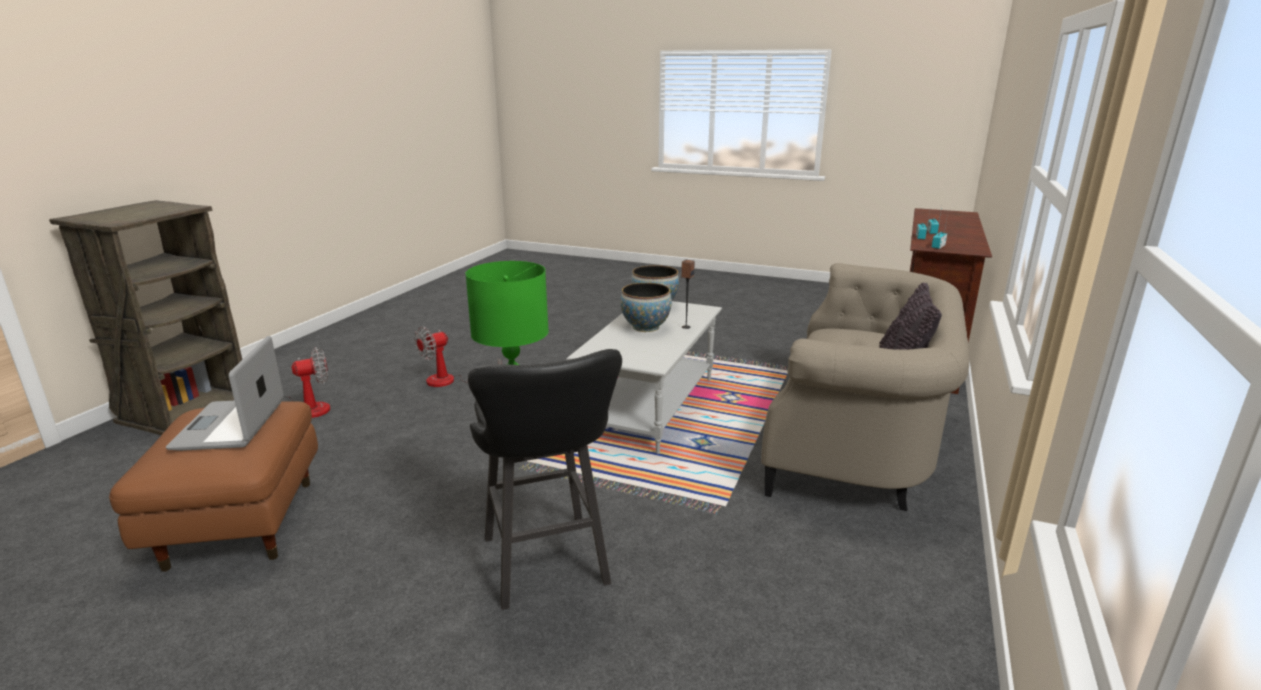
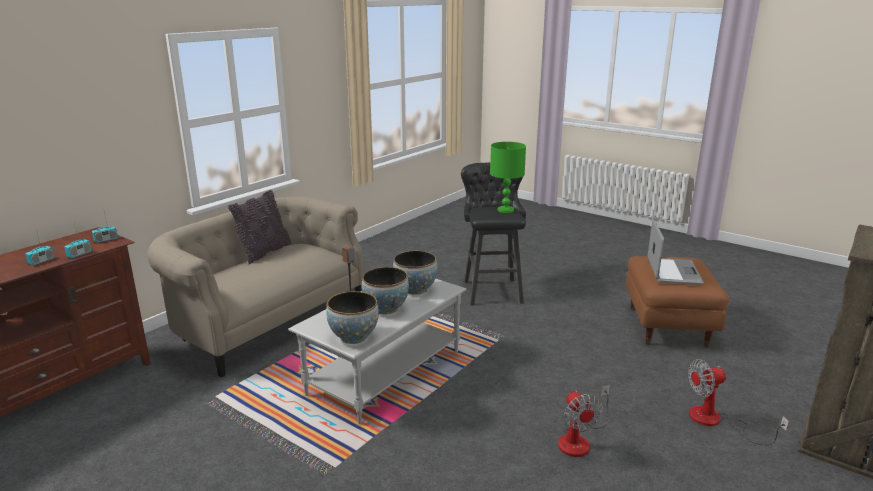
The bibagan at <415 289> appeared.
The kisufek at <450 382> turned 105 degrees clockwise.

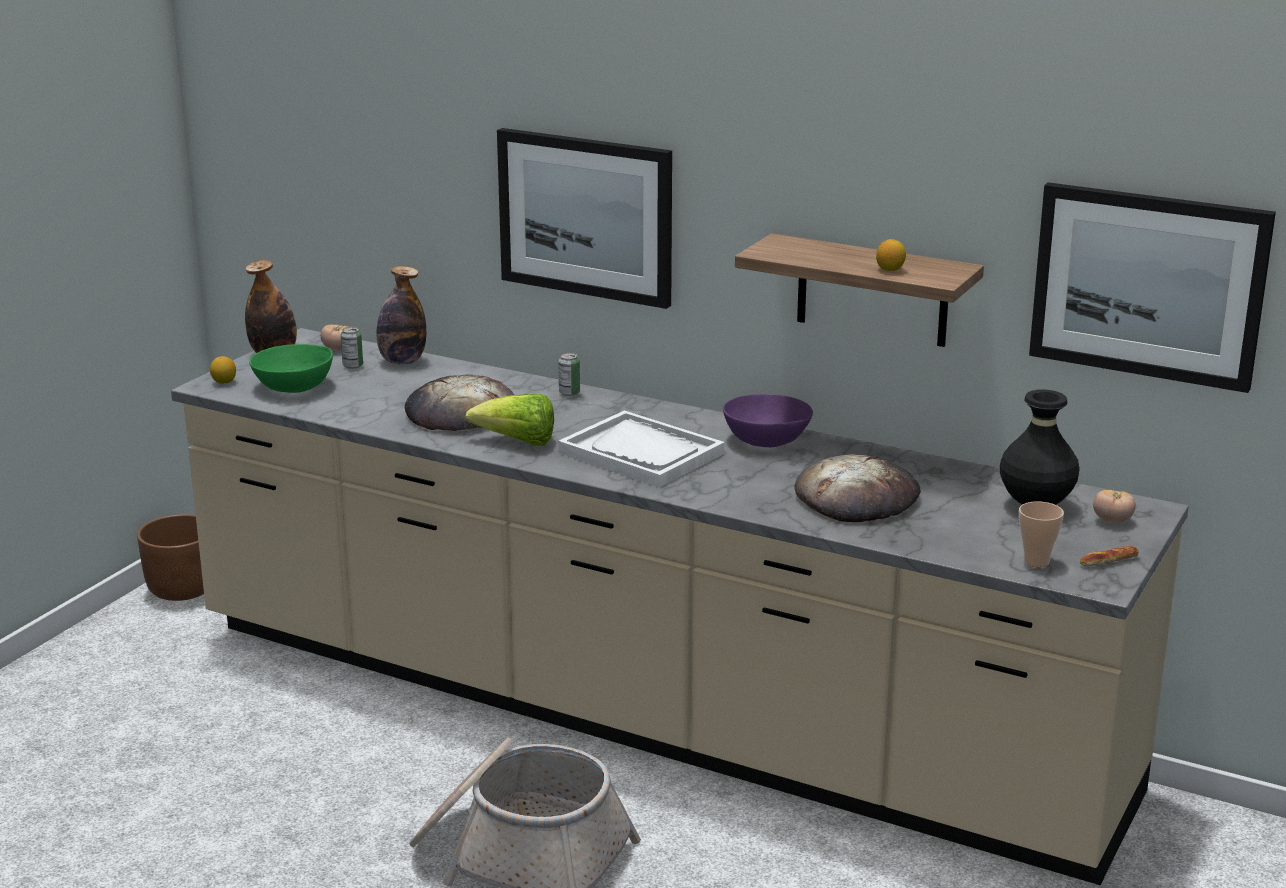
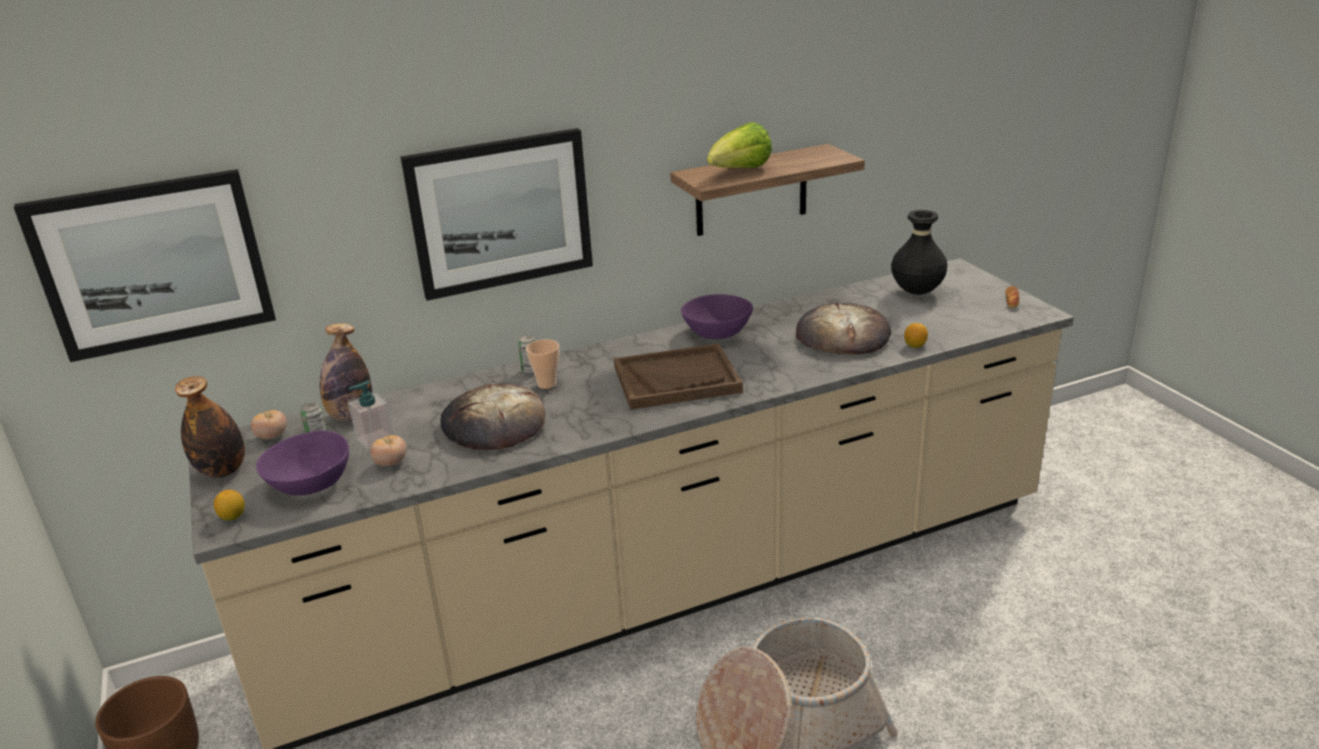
The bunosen moved from <1148 285> to <154 264>.
The green bibagan at <293 387> became the purple bibagan at <310 483>.
The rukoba at <375 439> appeared.
The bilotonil moved from <1112 521> to <391 463>.
The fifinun moved from <1036 561> to <547 384>.
The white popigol at <641 453> became the brown popigol at <677 379>.
The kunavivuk moved from <518 442> to <740 171>.
The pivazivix moved from <890 269> to <915 345>.

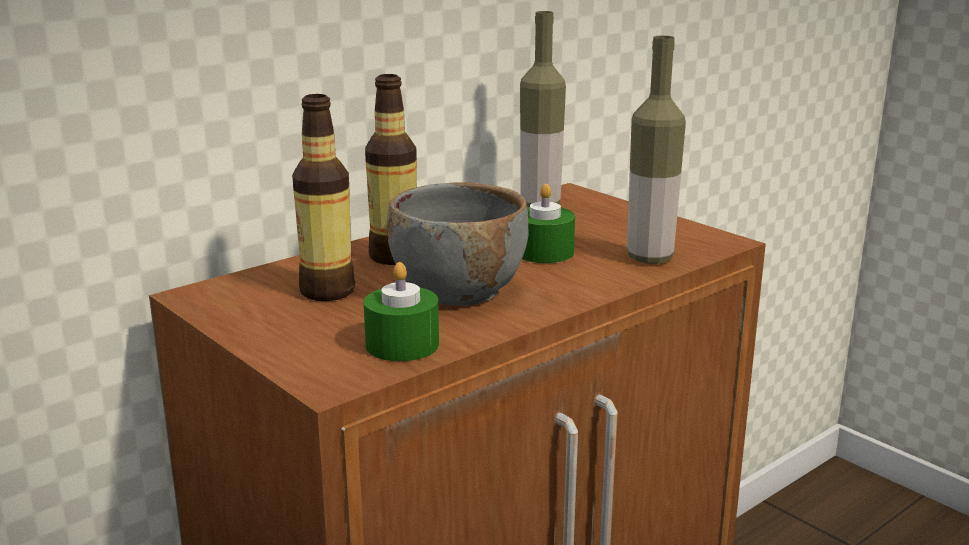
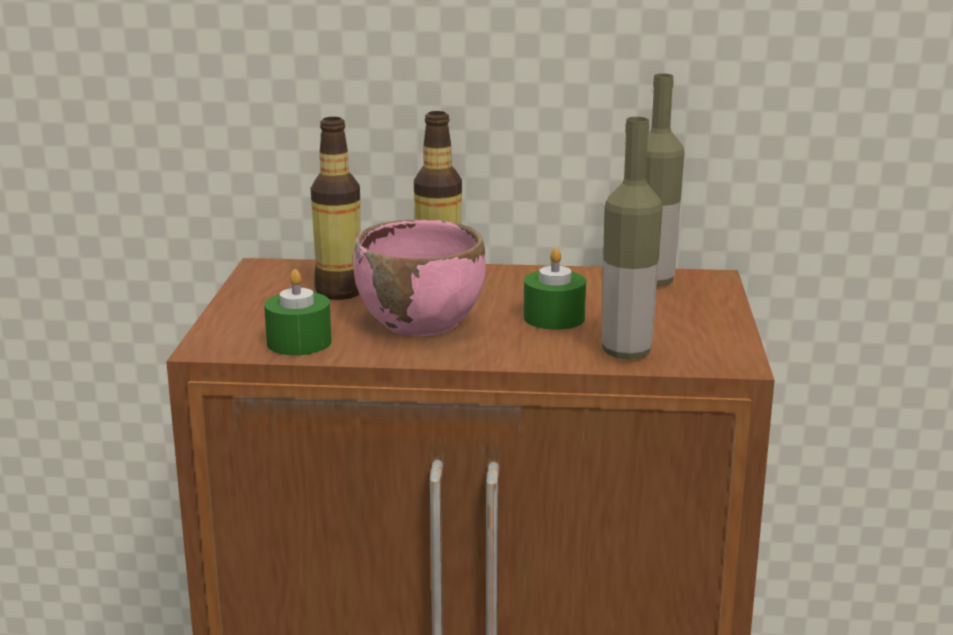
The grey bibagan at <459 290> became the pink bibagan at <421 322>.

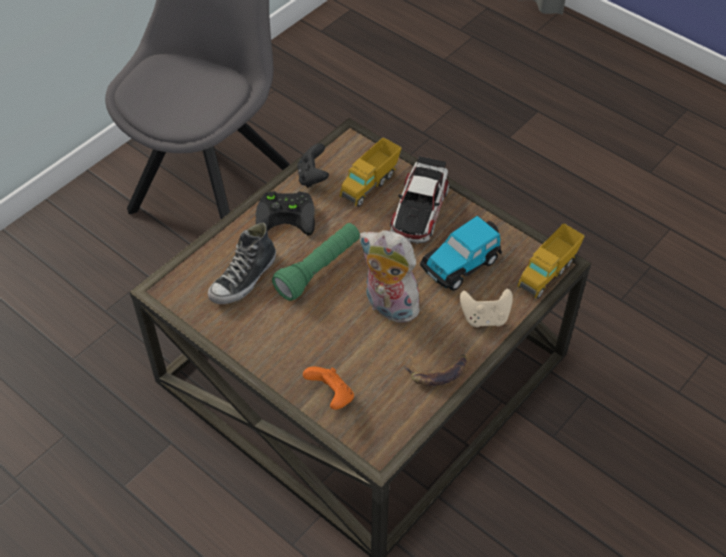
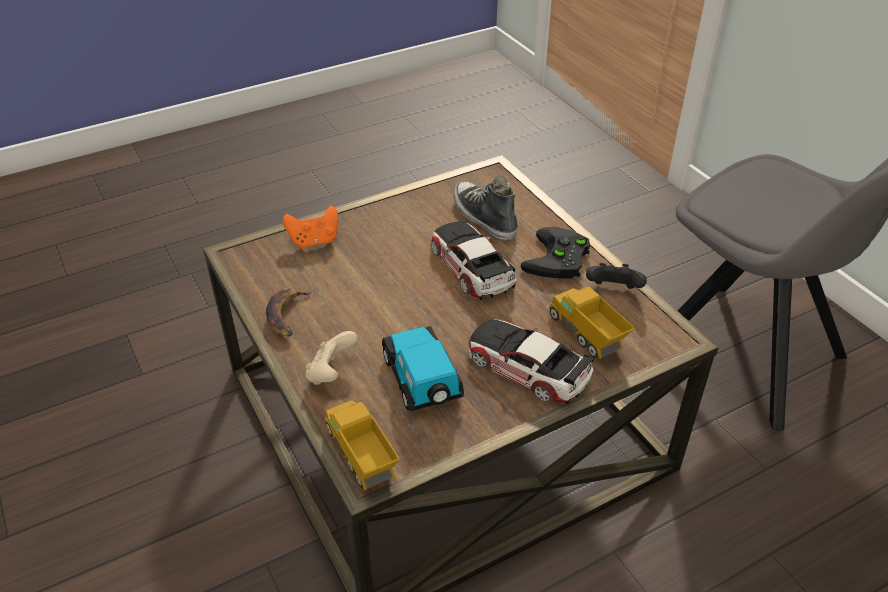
The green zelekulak at <319 269> was replaced by the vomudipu at <471 266>.
The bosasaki at <388 306> disappeared.

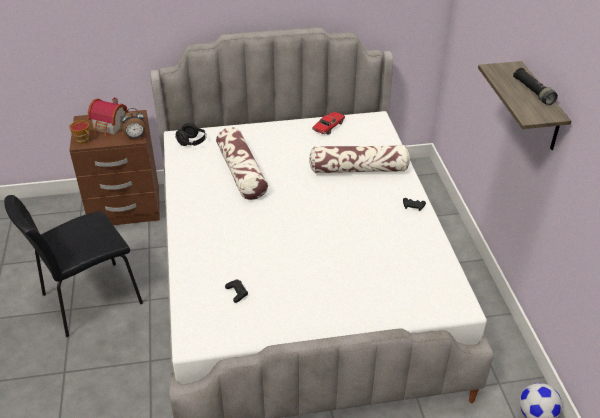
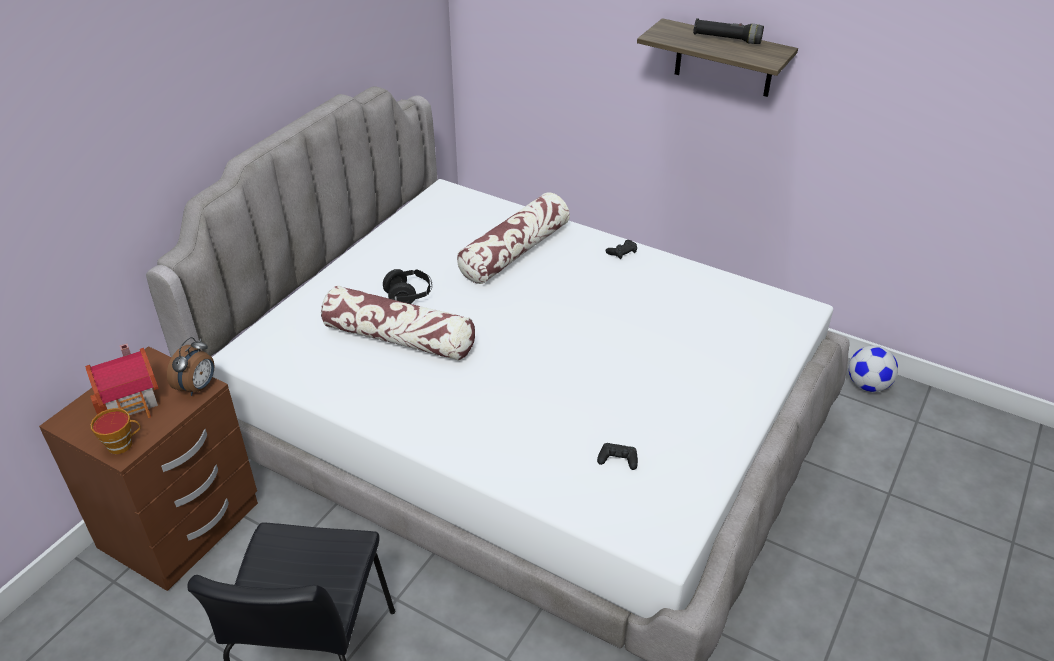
The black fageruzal moved from <192 142> to <409 296>.
The vomudipu at <329 126> disappeared.

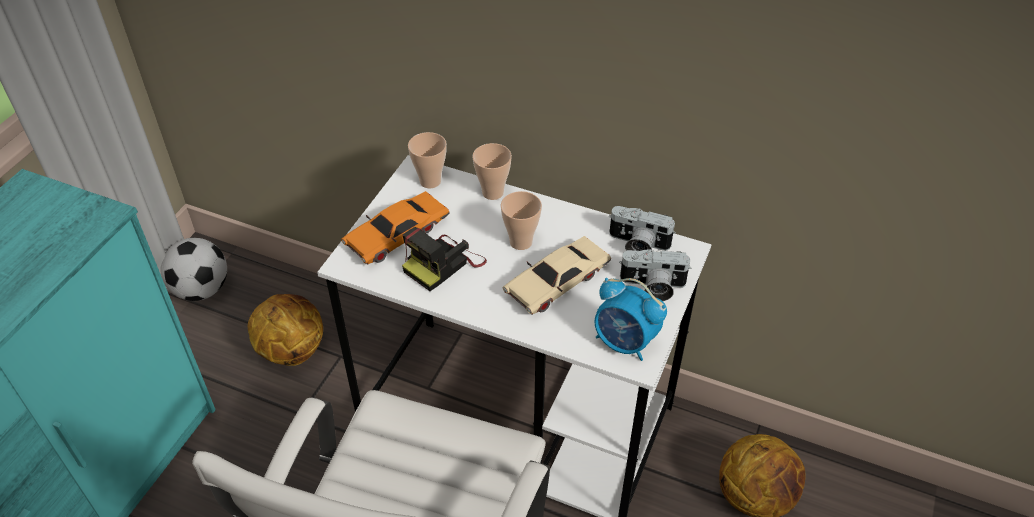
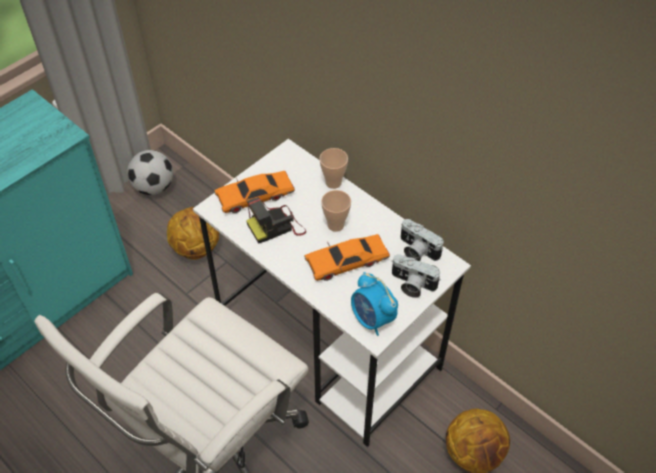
The beige vomudipu at <557 282> became the orange vomudipu at <347 262>.
The fifinun at <430 181> disappeared.

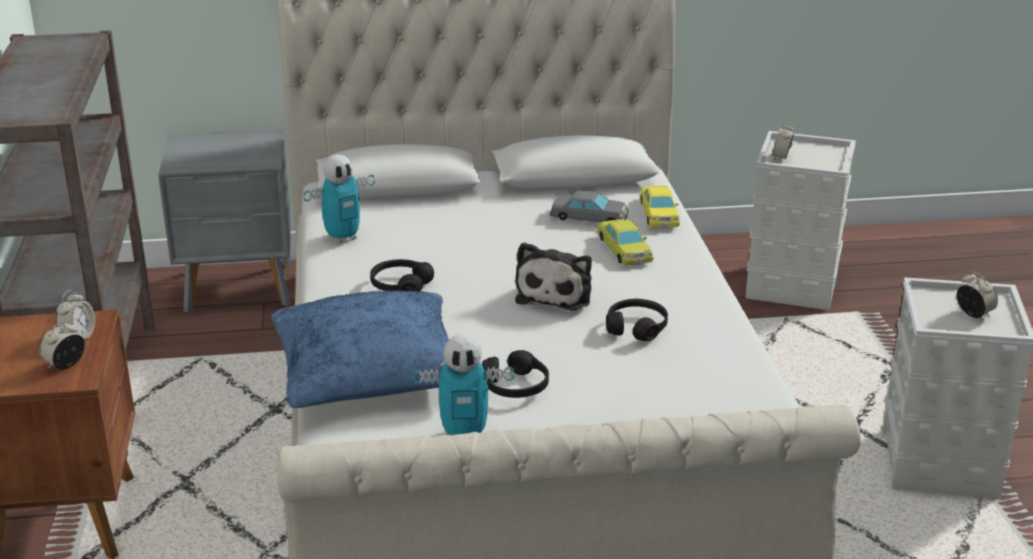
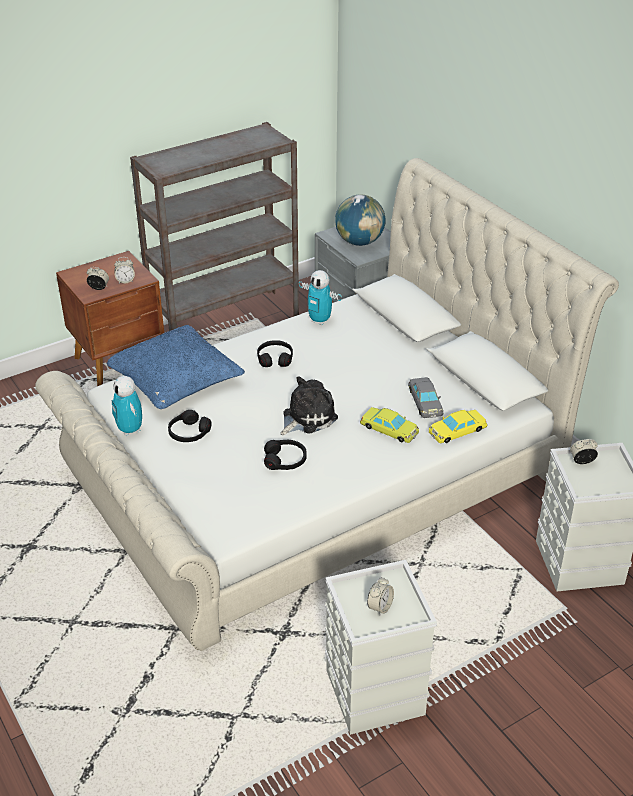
The bosasaki at <556 293> turned 150 degrees clockwise.
The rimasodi at <359 242> appeared.
The yellow vomudipu at <624 249> turned 105 degrees counterclockwise.

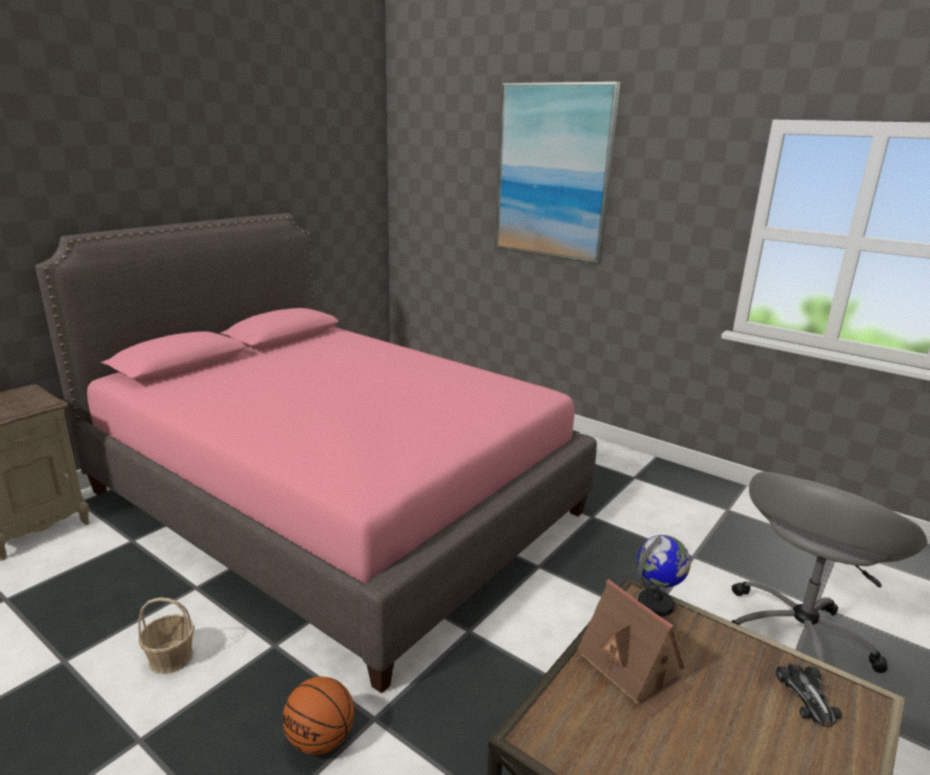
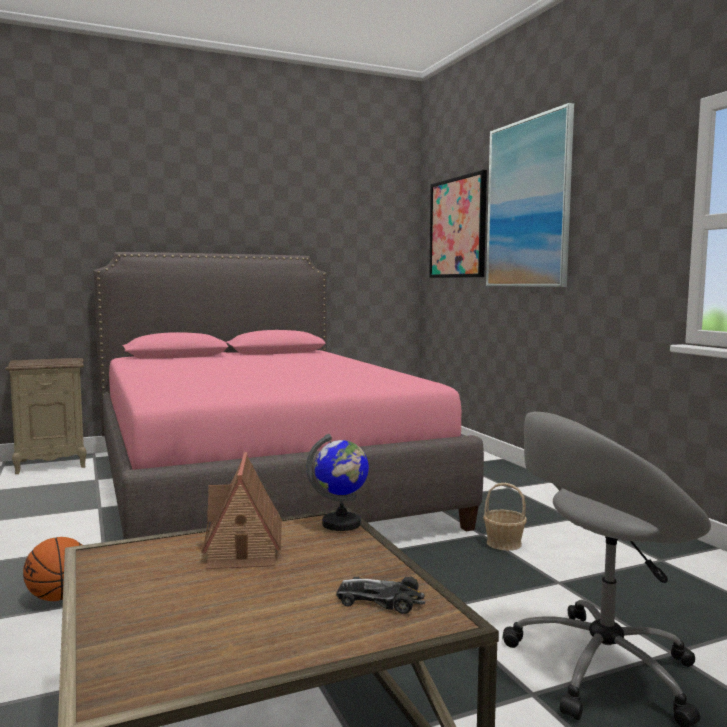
The vomudipu at <806 696> turned 75 degrees clockwise.
The bunosen at <457 228> appeared.
The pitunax moved from <171 658> to <503 543>.

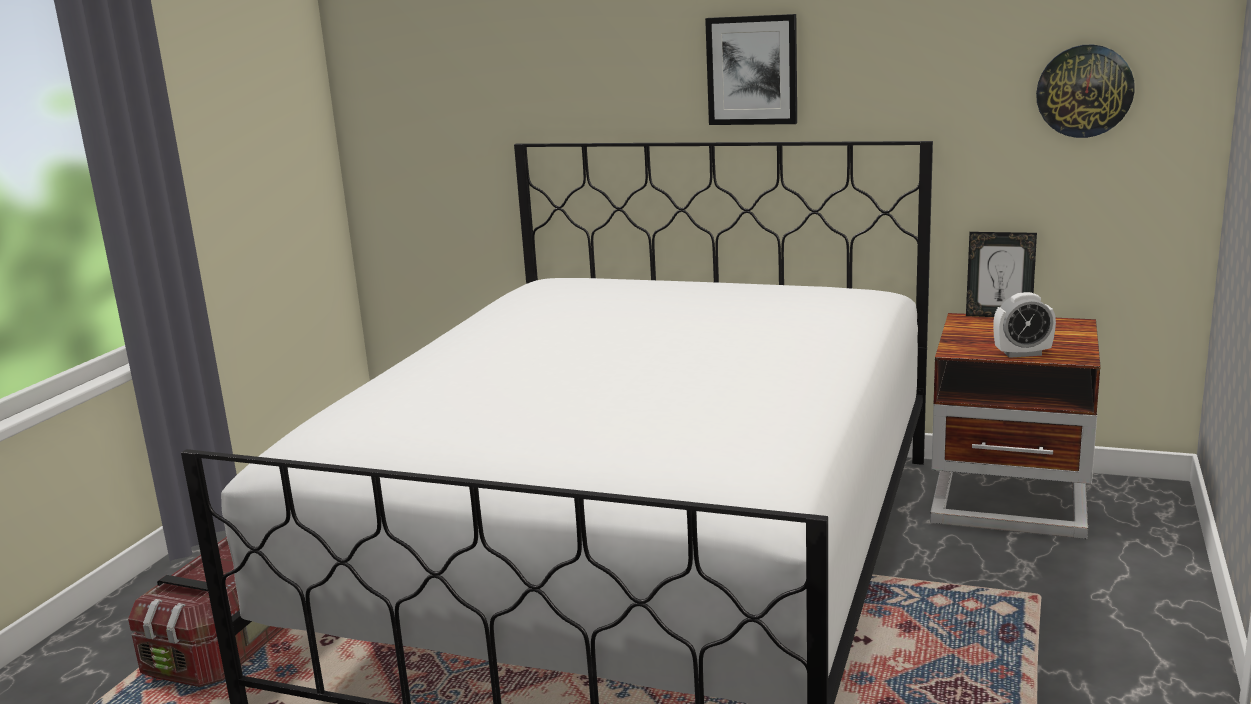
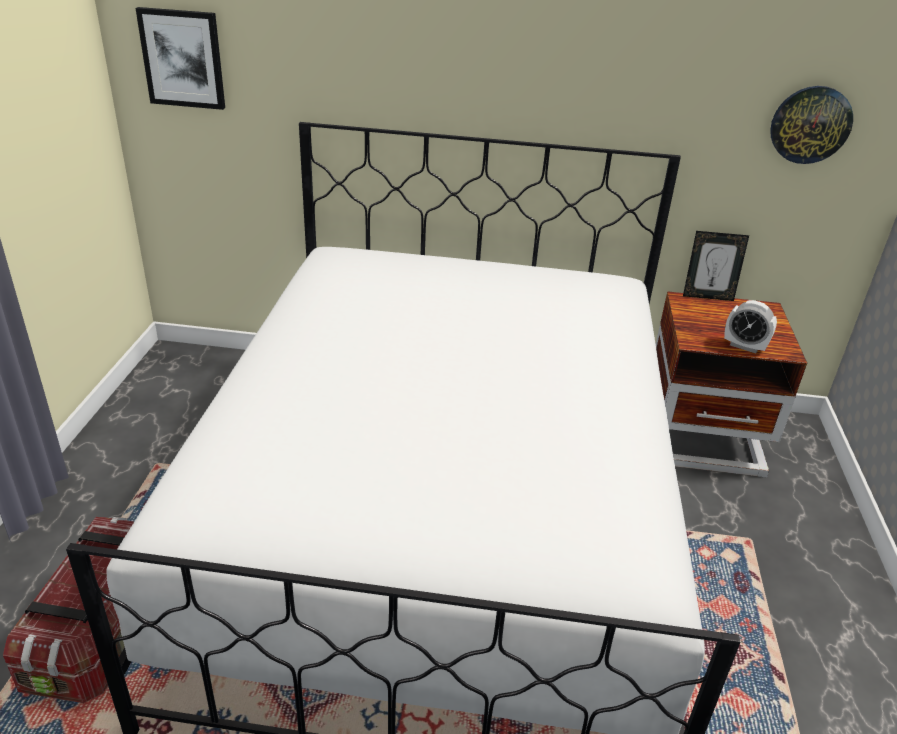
The bunosen moved from <752 70> to <183 58>.
The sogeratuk at <1022 353> turned 45 degrees clockwise.

